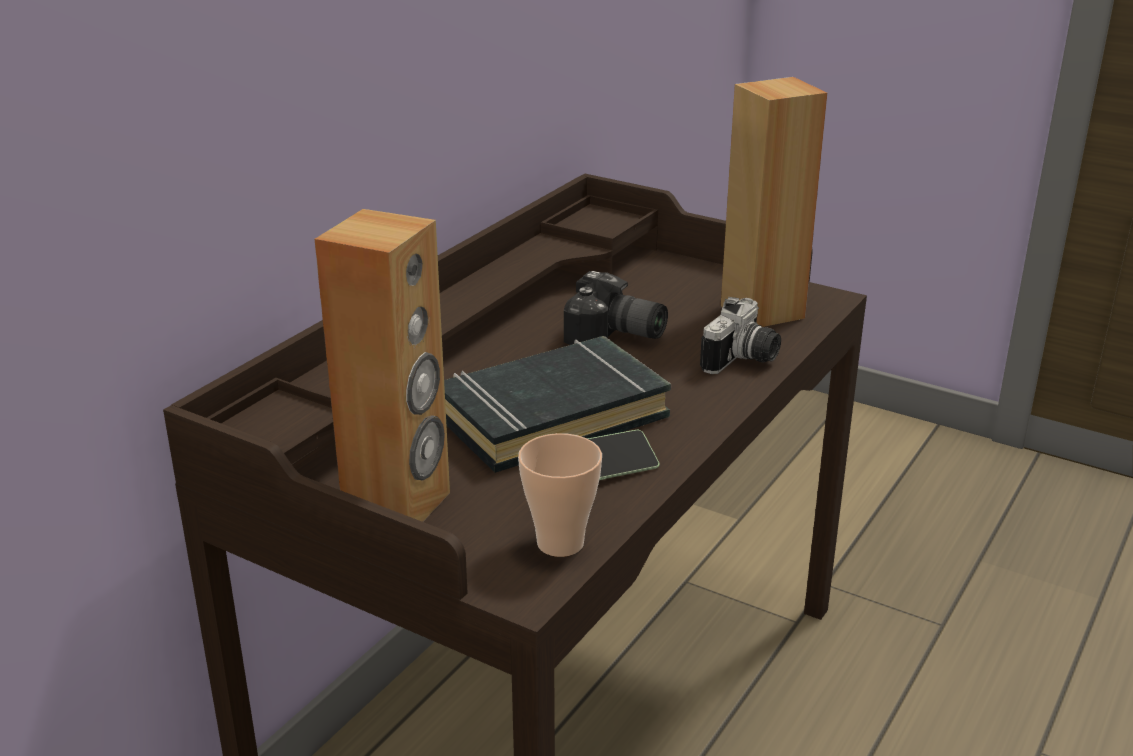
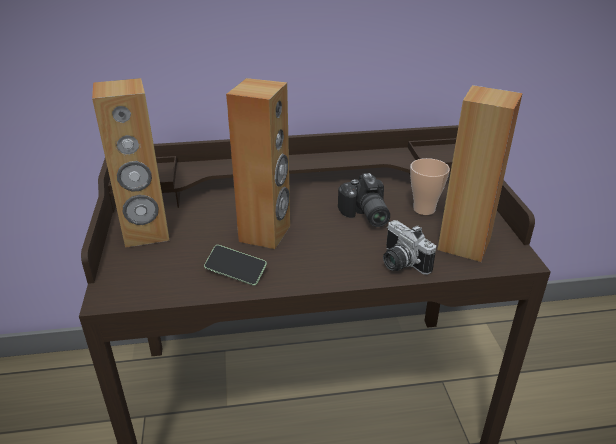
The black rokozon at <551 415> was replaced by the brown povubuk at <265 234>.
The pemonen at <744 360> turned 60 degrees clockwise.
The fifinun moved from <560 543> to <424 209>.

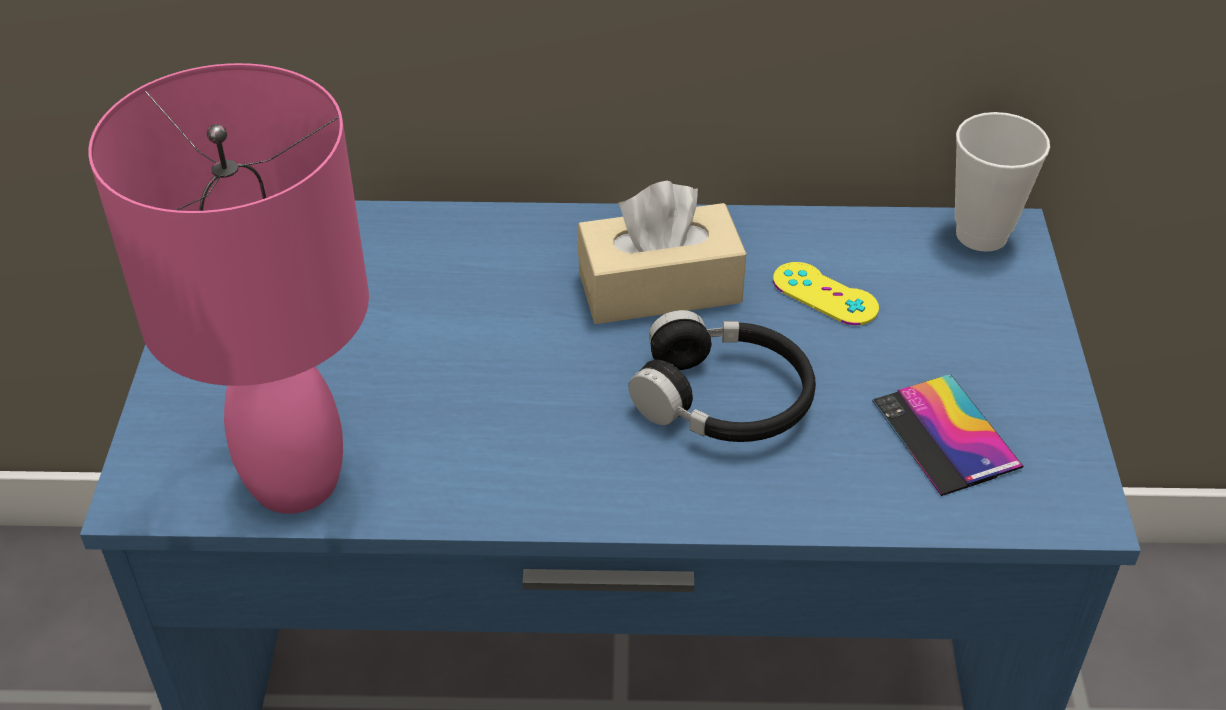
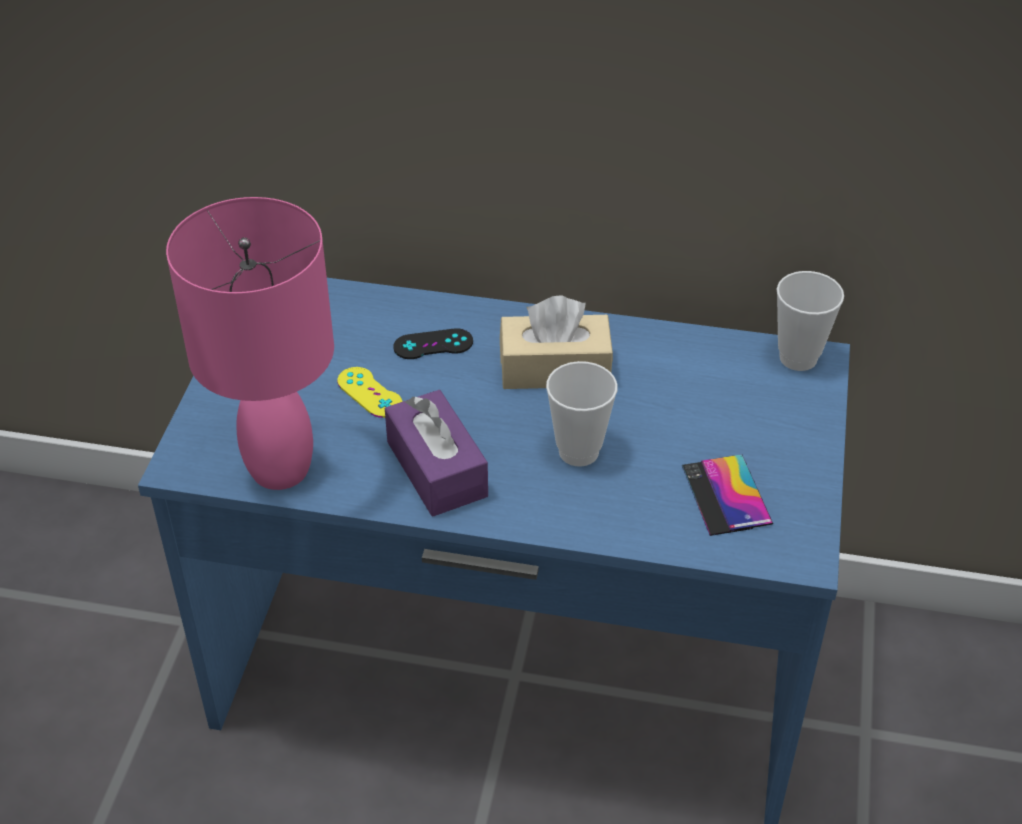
The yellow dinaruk moved from <825 294> to <369 393>.
The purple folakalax at <436 469> appeared.
The black dinaruk at <433 344> appeared.
The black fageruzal at <723 399> was replaced by the fifinun at <578 452>.

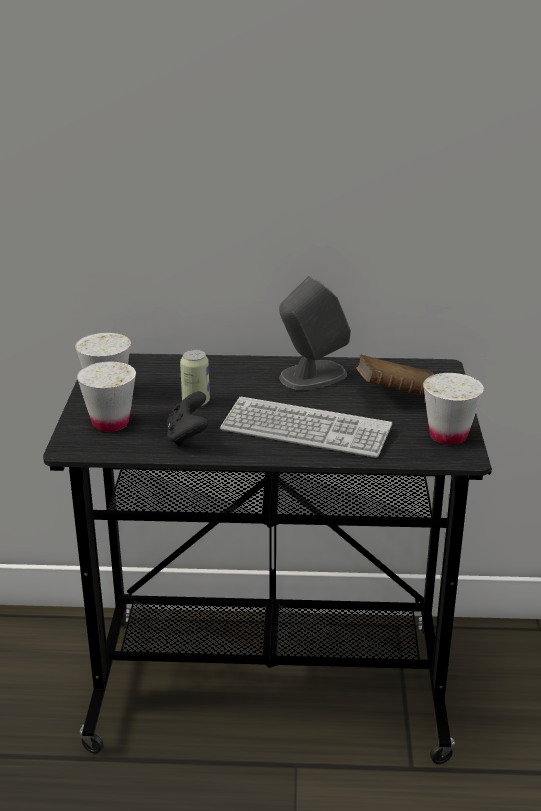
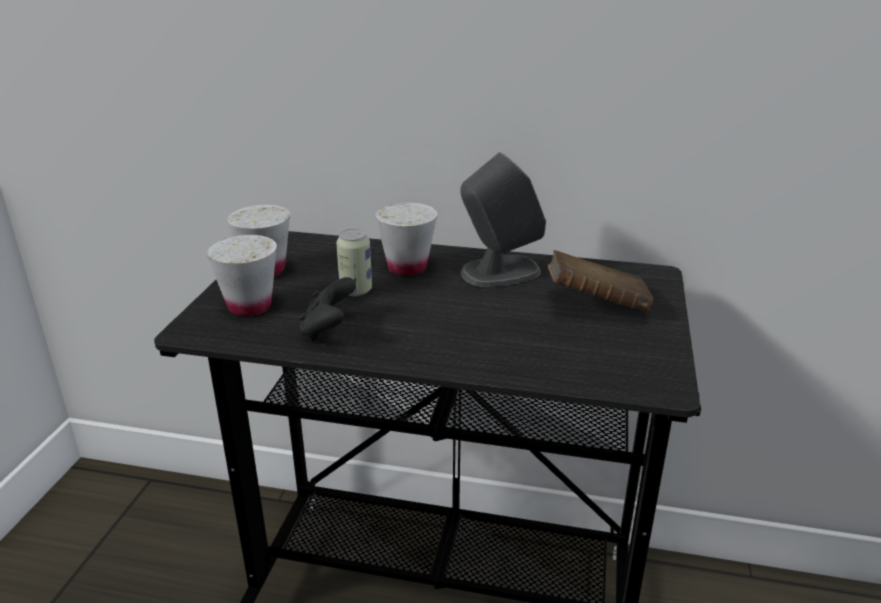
The white fifinun moved from <448 436> to <407 267>.
The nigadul at <305 430> disappeared.

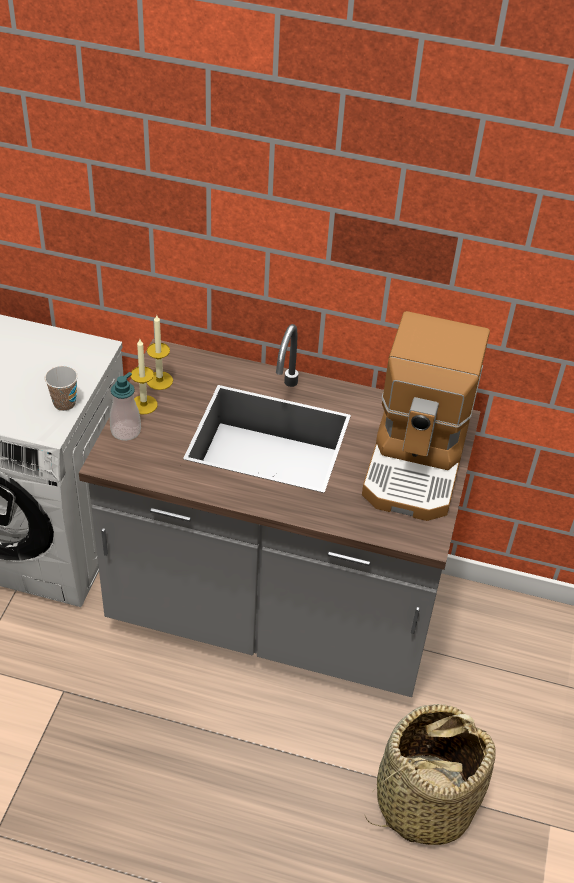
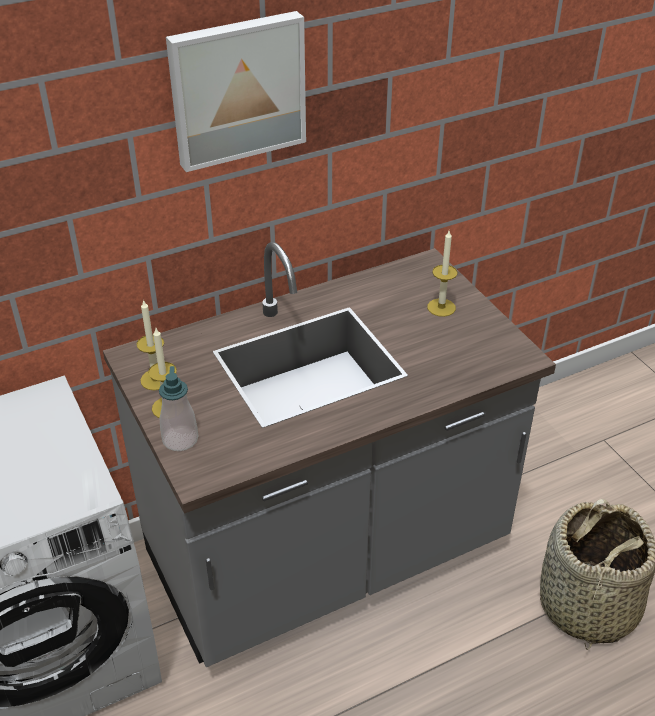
The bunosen at <237 89> appeared.
The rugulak at <418 460> was replaced by the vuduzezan at <441 307>.
The fifinun at <64 403> disappeared.

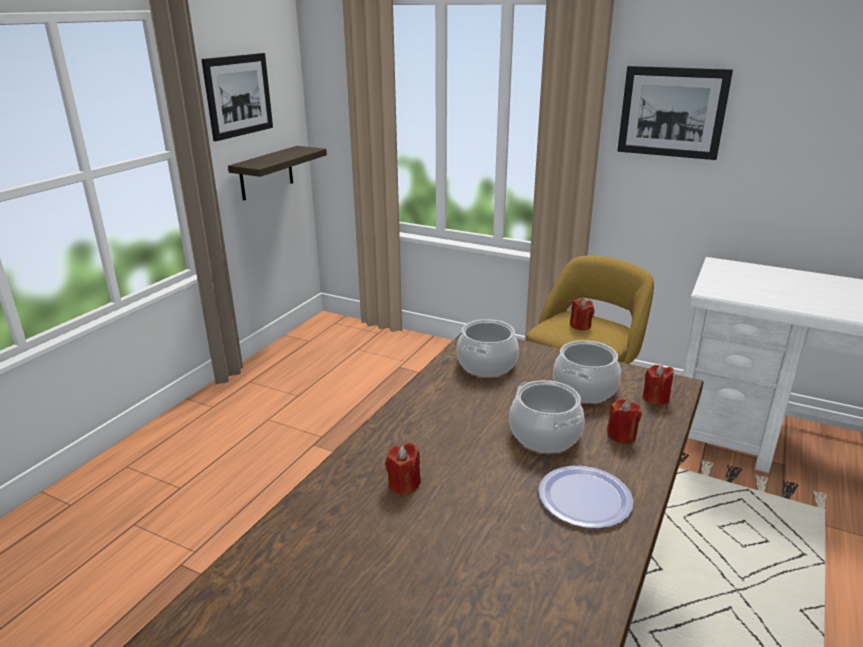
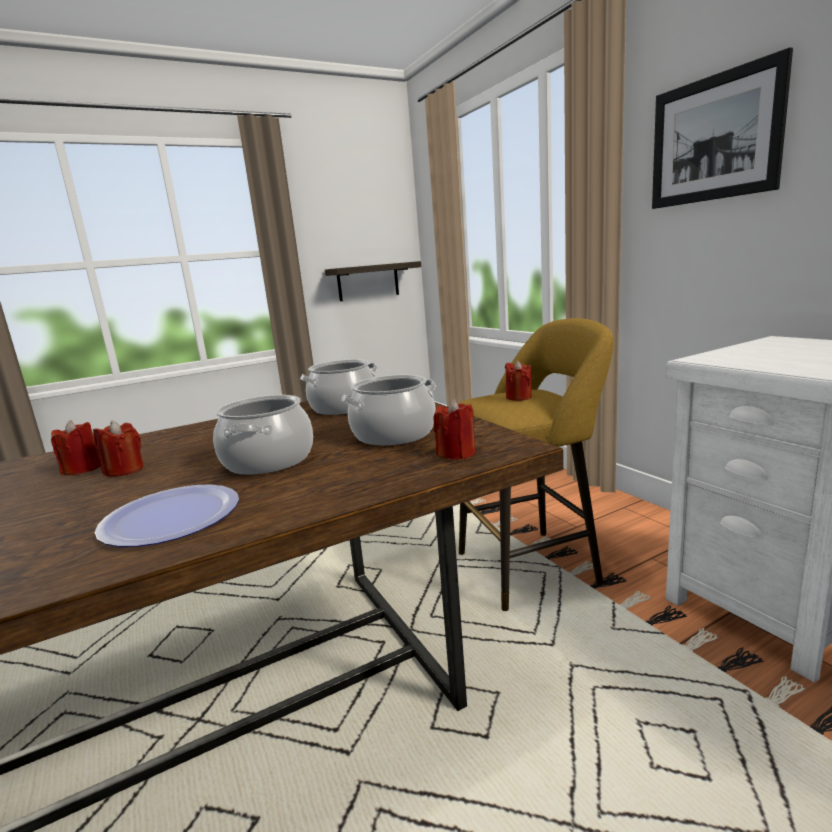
The red vuduzezan moved from <621 435> to <124 470>.
The bunosen at <238 95> disappeared.

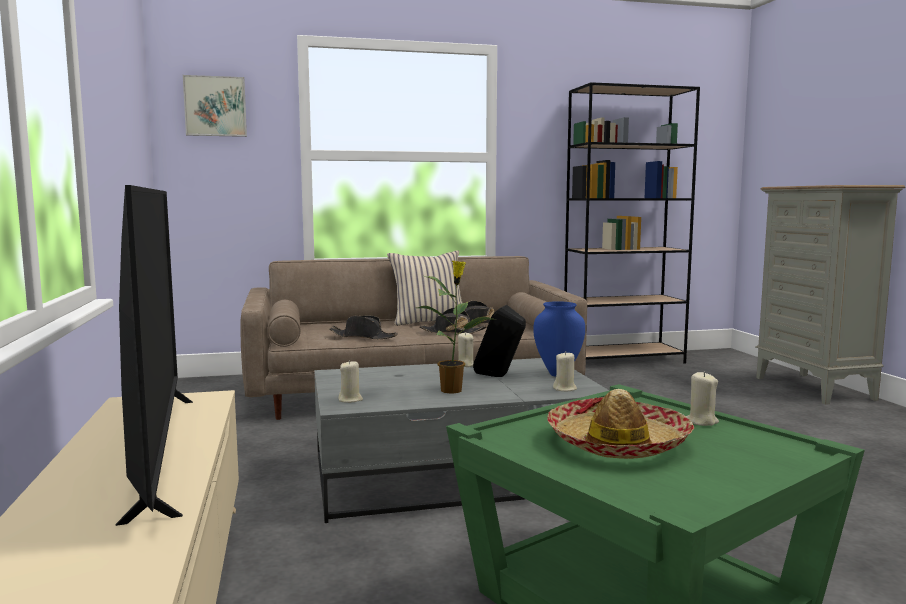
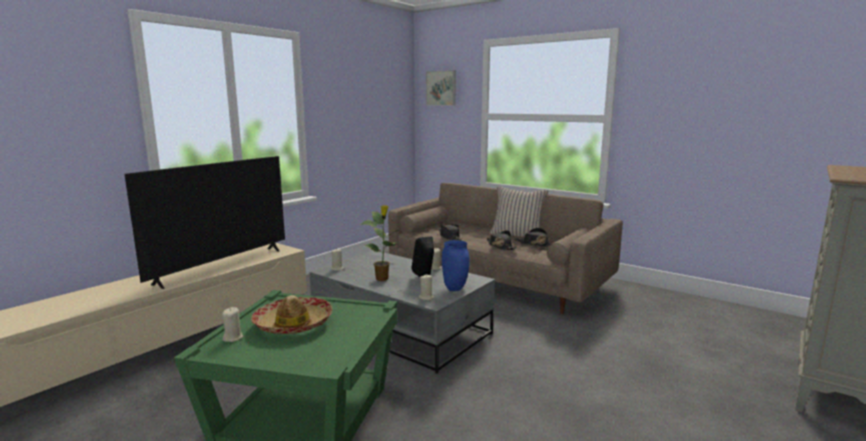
The beige vuduzezan moved from <701 421> to <233 338>.
The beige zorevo at <623 360> disappeared.

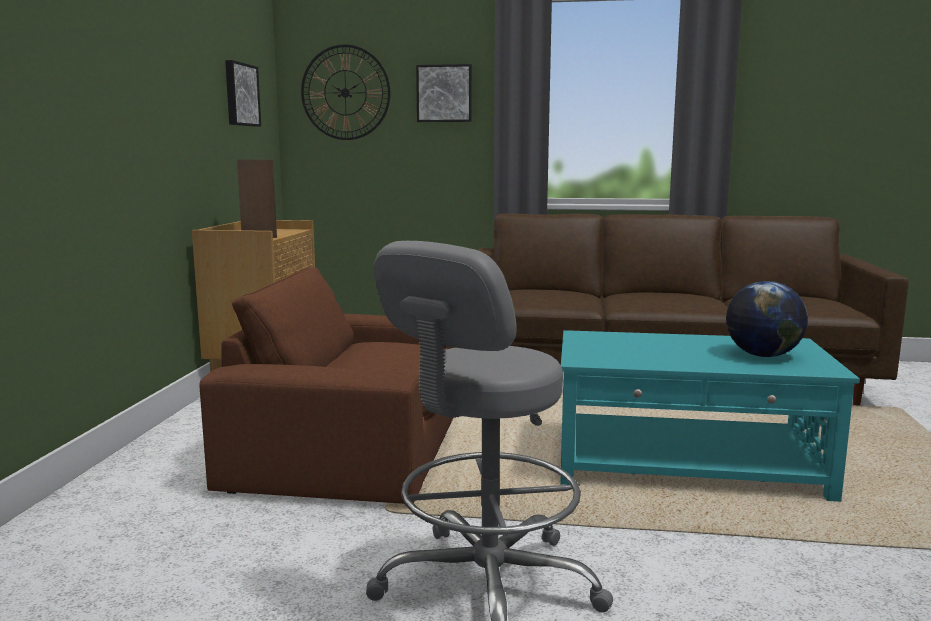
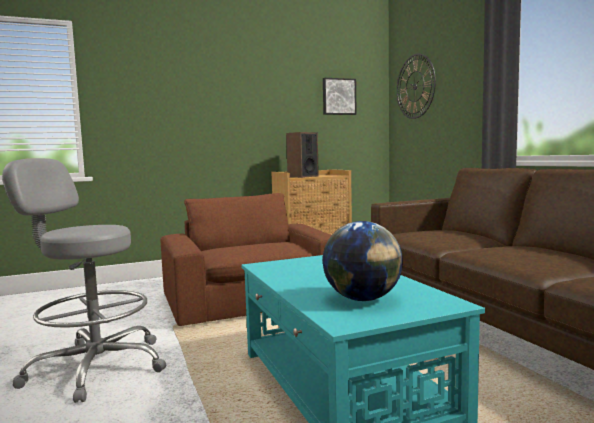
The bunosen at <444 93> disappeared.

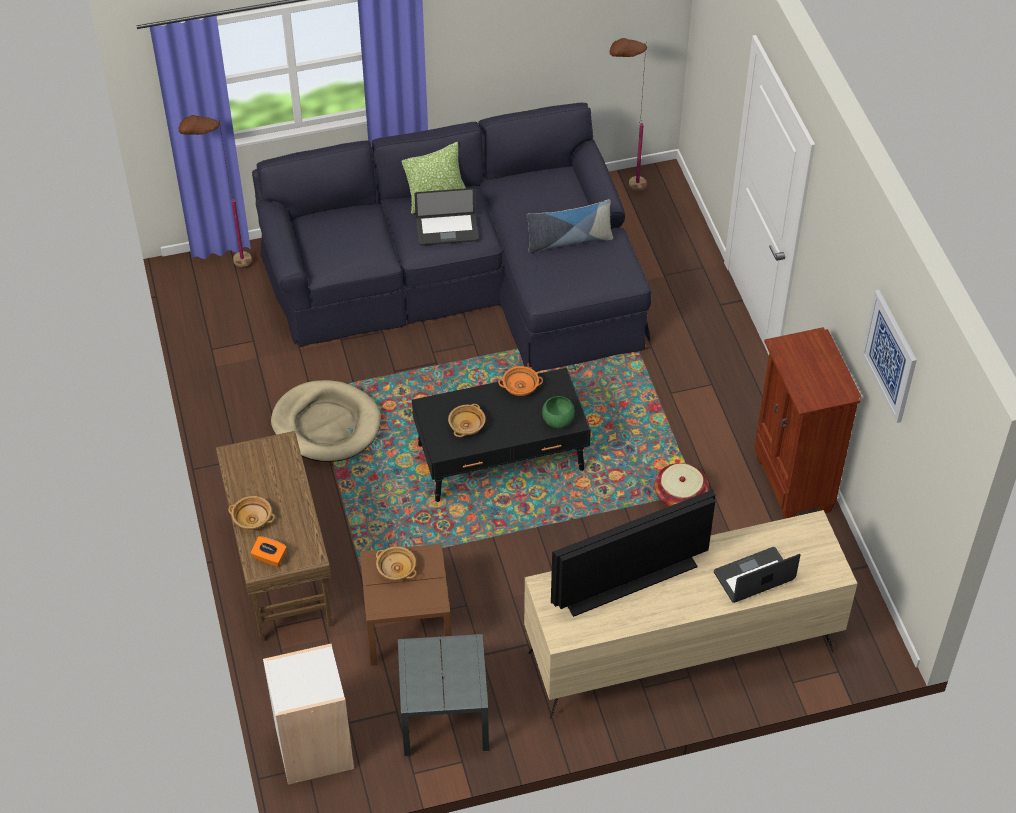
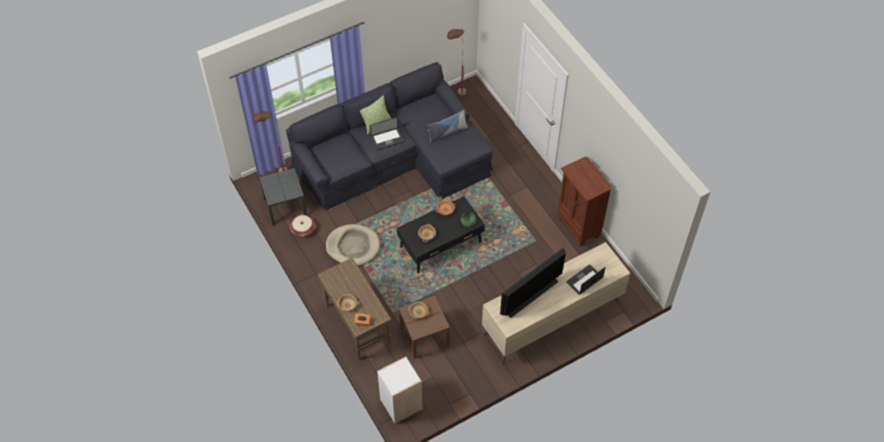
The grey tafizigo moved from <445 717> to <286 207>.
The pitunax moved from <680 496> to <303 230>.
The bunosen at <890 356> disappeared.

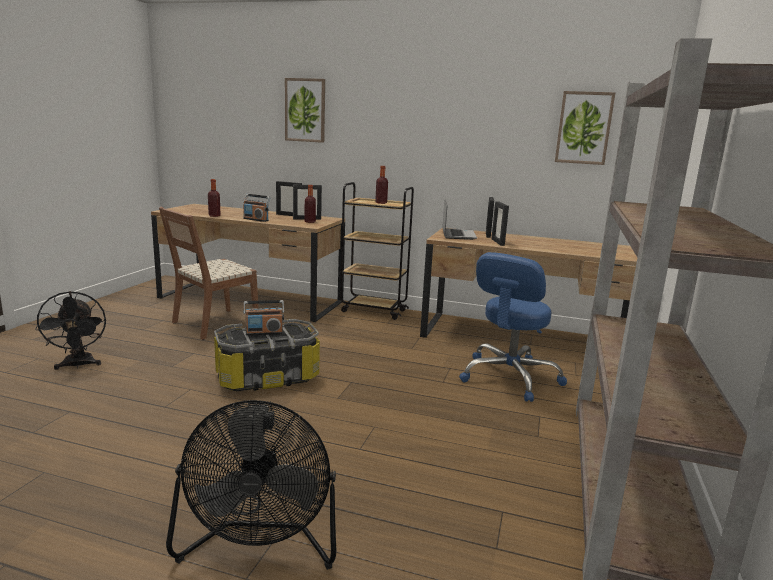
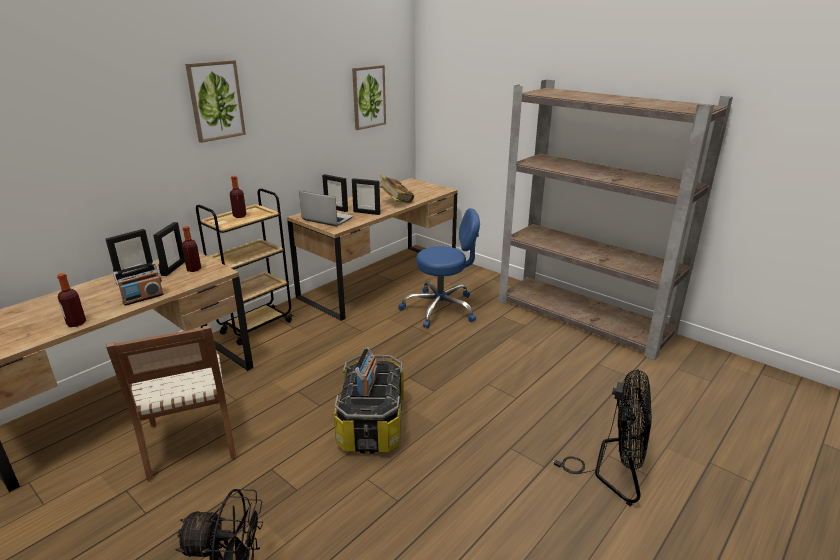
The bunosen moved from <305 110> to <216 101>.
The rokozon at <395 202> appeared.
The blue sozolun at <508 379> turned 60 degrees counterclockwise.

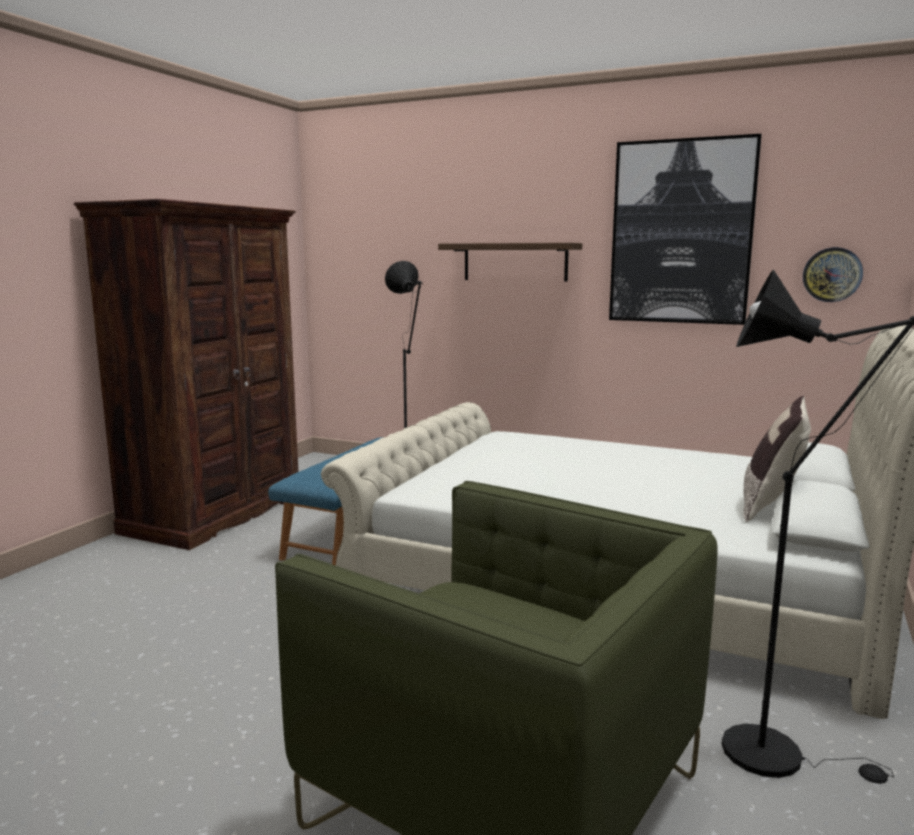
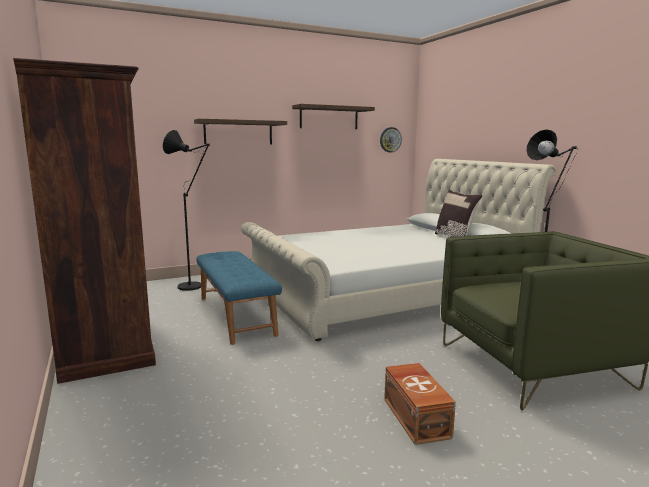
The bunosen at <681 232> was replaced by the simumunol at <329 117>.
The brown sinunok at <416 417> appeared.

